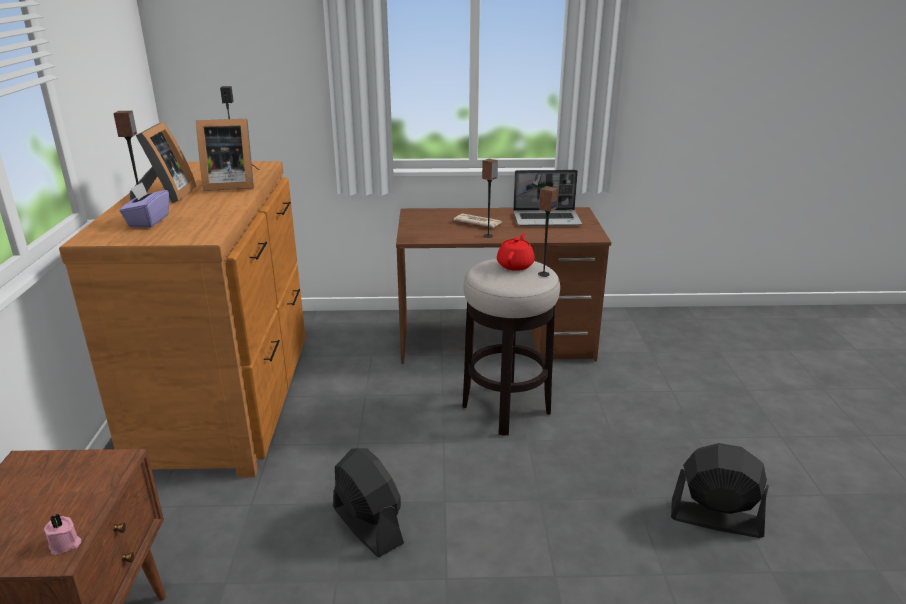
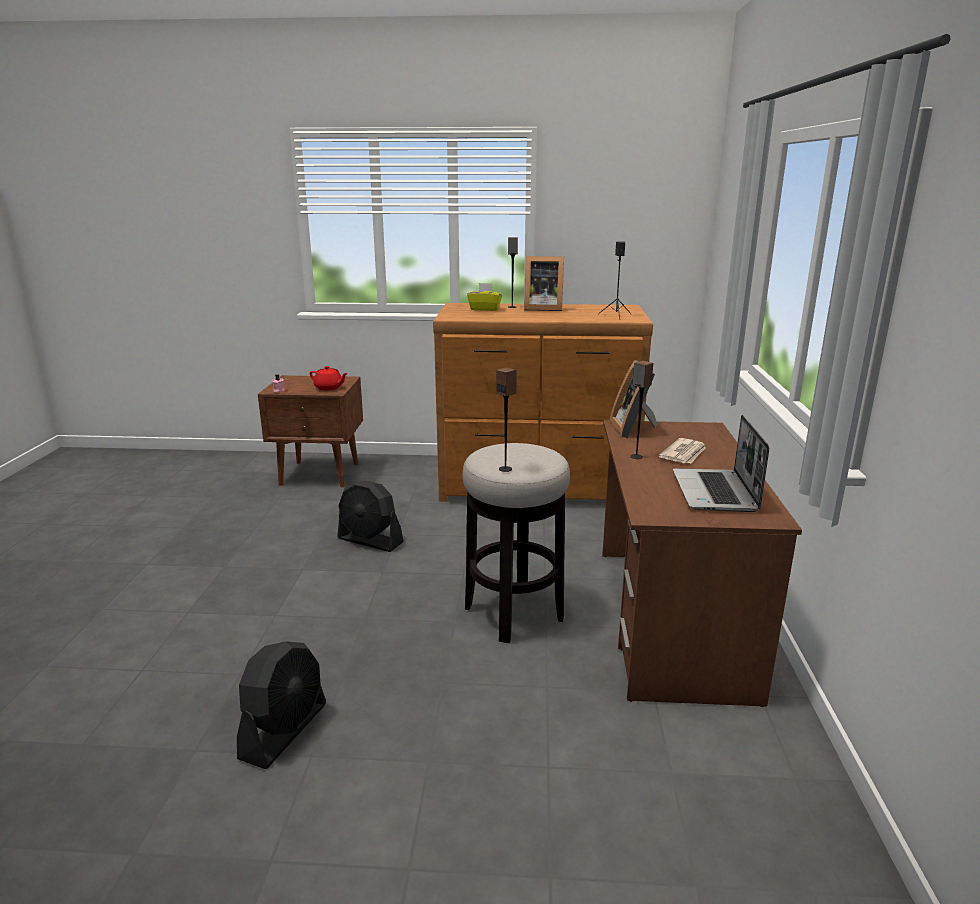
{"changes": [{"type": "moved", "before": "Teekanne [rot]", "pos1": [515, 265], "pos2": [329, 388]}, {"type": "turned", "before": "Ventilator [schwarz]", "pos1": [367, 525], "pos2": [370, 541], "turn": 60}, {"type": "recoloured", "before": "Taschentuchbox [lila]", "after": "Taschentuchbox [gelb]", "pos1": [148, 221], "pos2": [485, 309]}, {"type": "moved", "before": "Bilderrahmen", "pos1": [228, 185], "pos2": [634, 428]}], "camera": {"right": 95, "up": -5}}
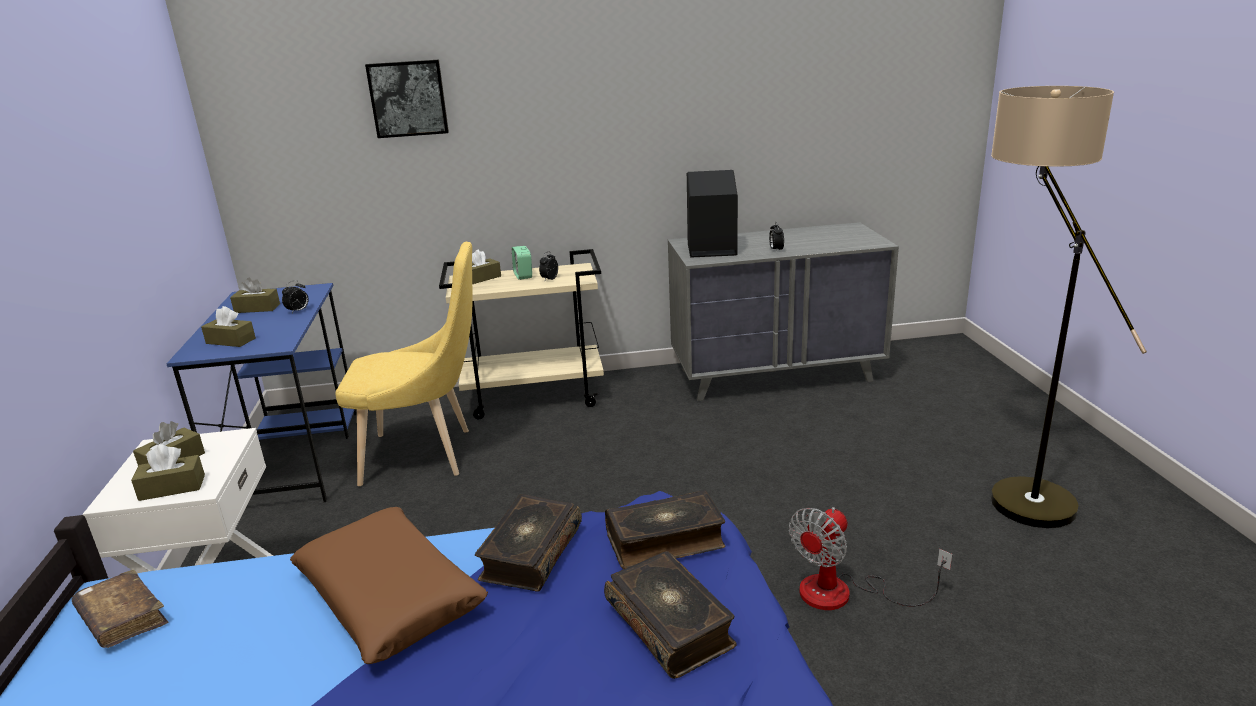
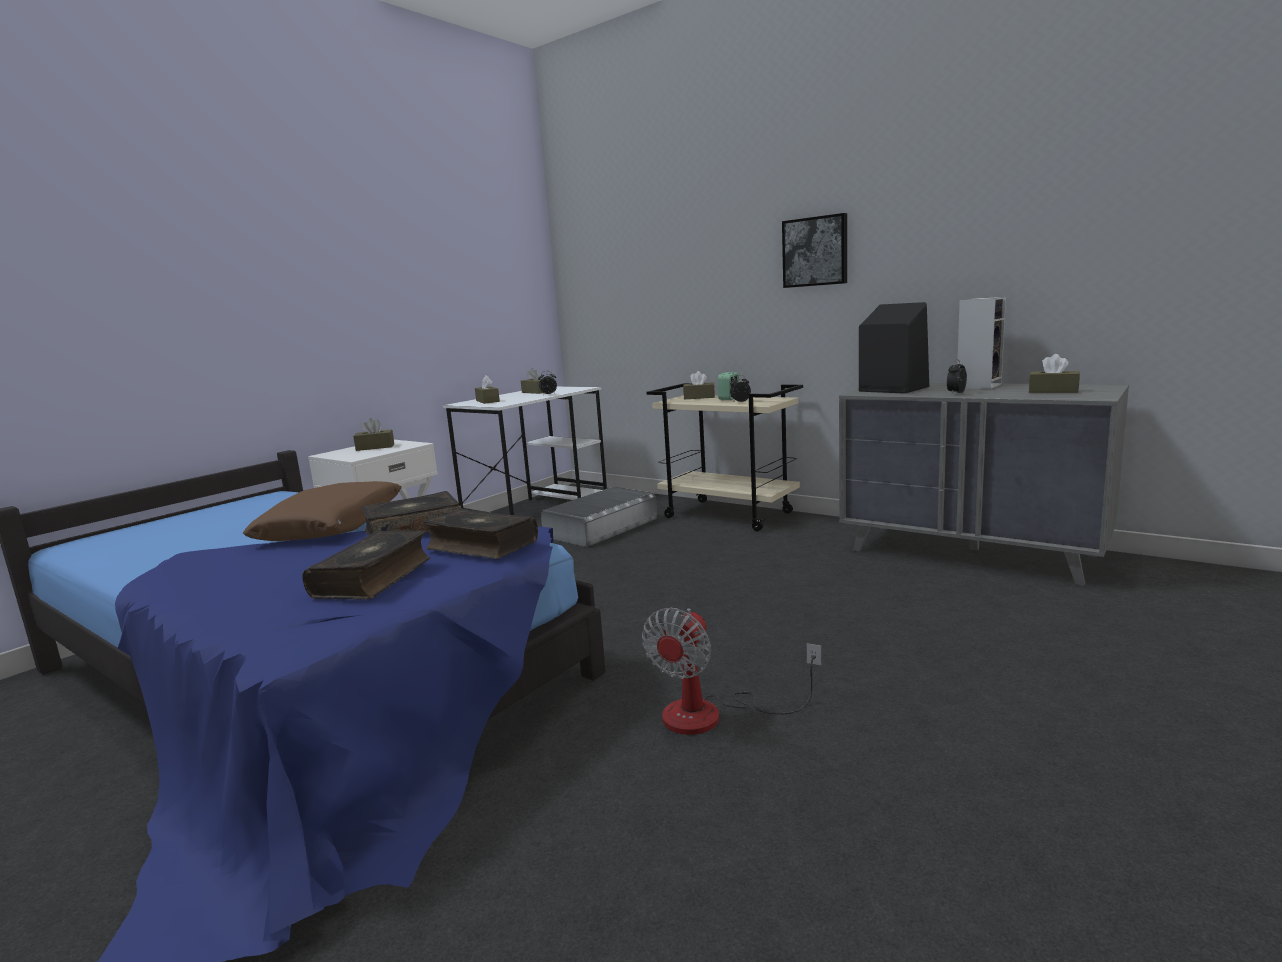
{"changes": [{"type": "recoloured", "before": "Schreibtisch [blau]", "after": "Schreibtisch [weiß]", "pos1": [294, 458], "pos2": [538, 509]}, {"type": "replaced", "before": "Stuhl [gelb]", "after": "Aufbewahrungsbox [grau]", "pos1": [426, 455], "pos2": [601, 527]}, {"type": "turned", "before": "Ventilator", "pos1": [844, 593], "pos2": [712, 714], "turn": -60}, {"type": "moved", "before": "Bild", "pos1": [408, 98], "pos2": [815, 251]}, {"type": "added", "after": "Lautsprecher", "pos2": [978, 386]}, {"type": "moved", "before": "Taschentuchbox [braun]", "pos1": [172, 487], "pos2": [1053, 391]}, {"type": "removed", "before": "Buch [braun]", "pos1": [123, 619]}, {"type": "removed", "before": "Stehlampe", "pos1": [1012, 487]}], "camera": {"right": 45, "up": -10}}
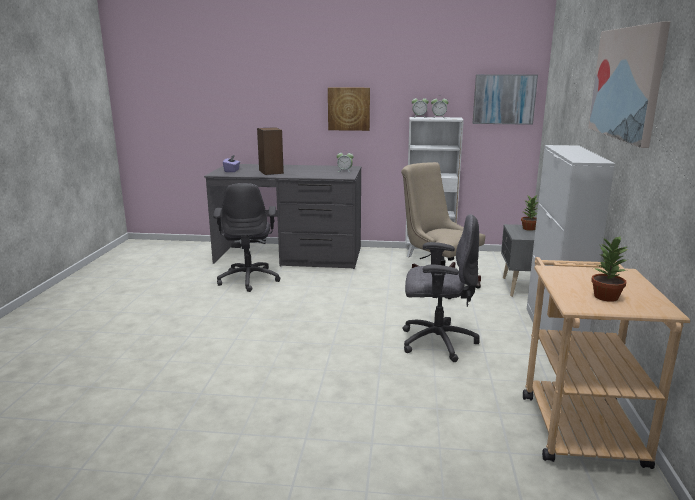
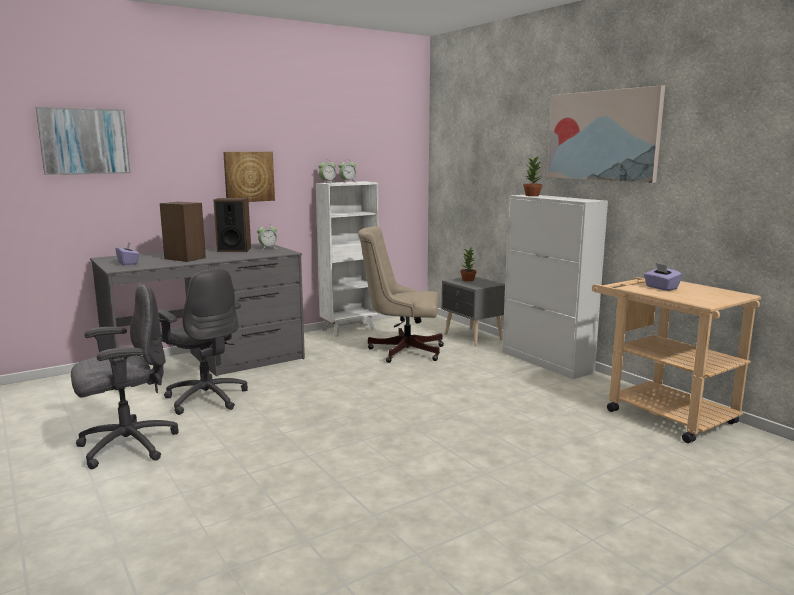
{"changes": [{"type": "moved", "before": "Bild", "pos1": [504, 99], "pos2": [84, 141]}, {"type": "moved", "before": "Bürostuhl [grau]", "pos1": [436, 342], "pos2": [126, 446]}, {"type": "added", "after": "Lautsprecher", "pos2": [234, 250]}, {"type": "moved", "before": "Topfpflanze", "pos1": [605, 297], "pos2": [532, 195]}, {"type": "added", "after": "Taschentuchbox [lila]", "pos2": [661, 288]}], "camera": {"right": -40, "up": -5}}
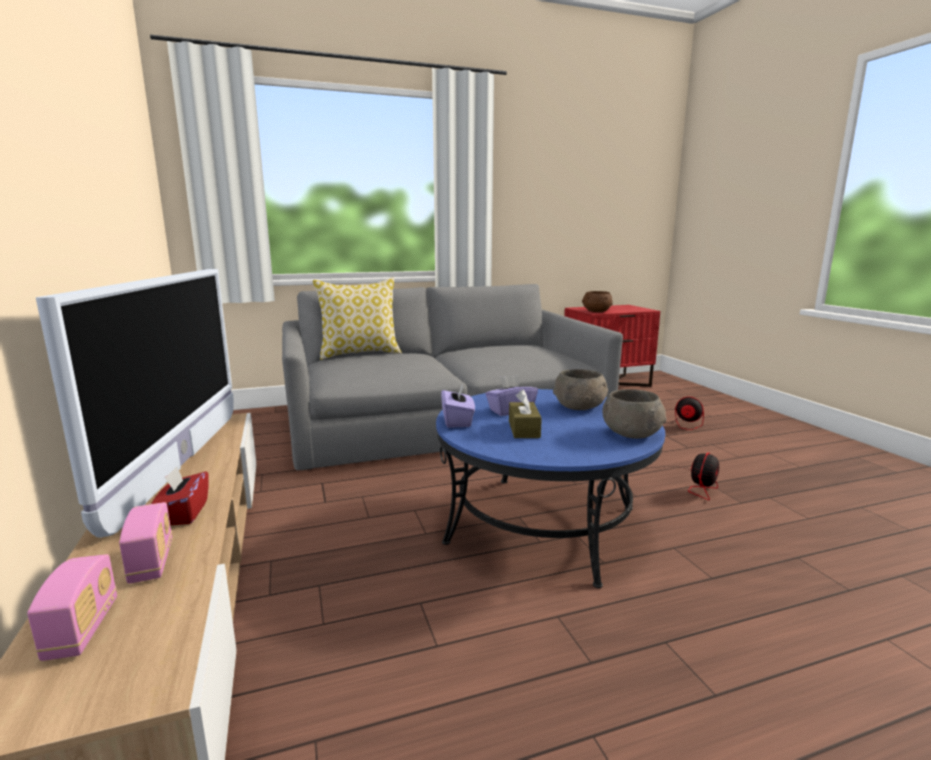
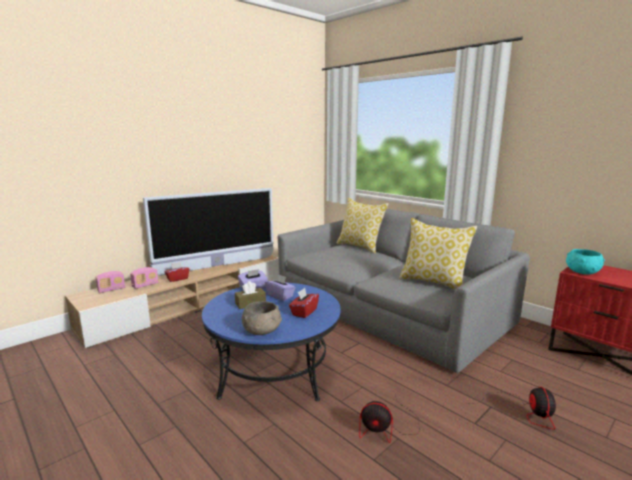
{"changes": [{"type": "replaced", "before": "Schüssel [grau]", "after": "Taschentuchbox [rot]", "pos1": [580, 407], "pos2": [304, 312]}, {"type": "added", "after": "Kissen", "pos2": [433, 282]}, {"type": "recoloured", "before": "Schüssel [braun]", "after": "Schüssel [türkis]", "pos1": [596, 311], "pos2": [582, 272]}], "camera": {"right": 65, "up": 0}}
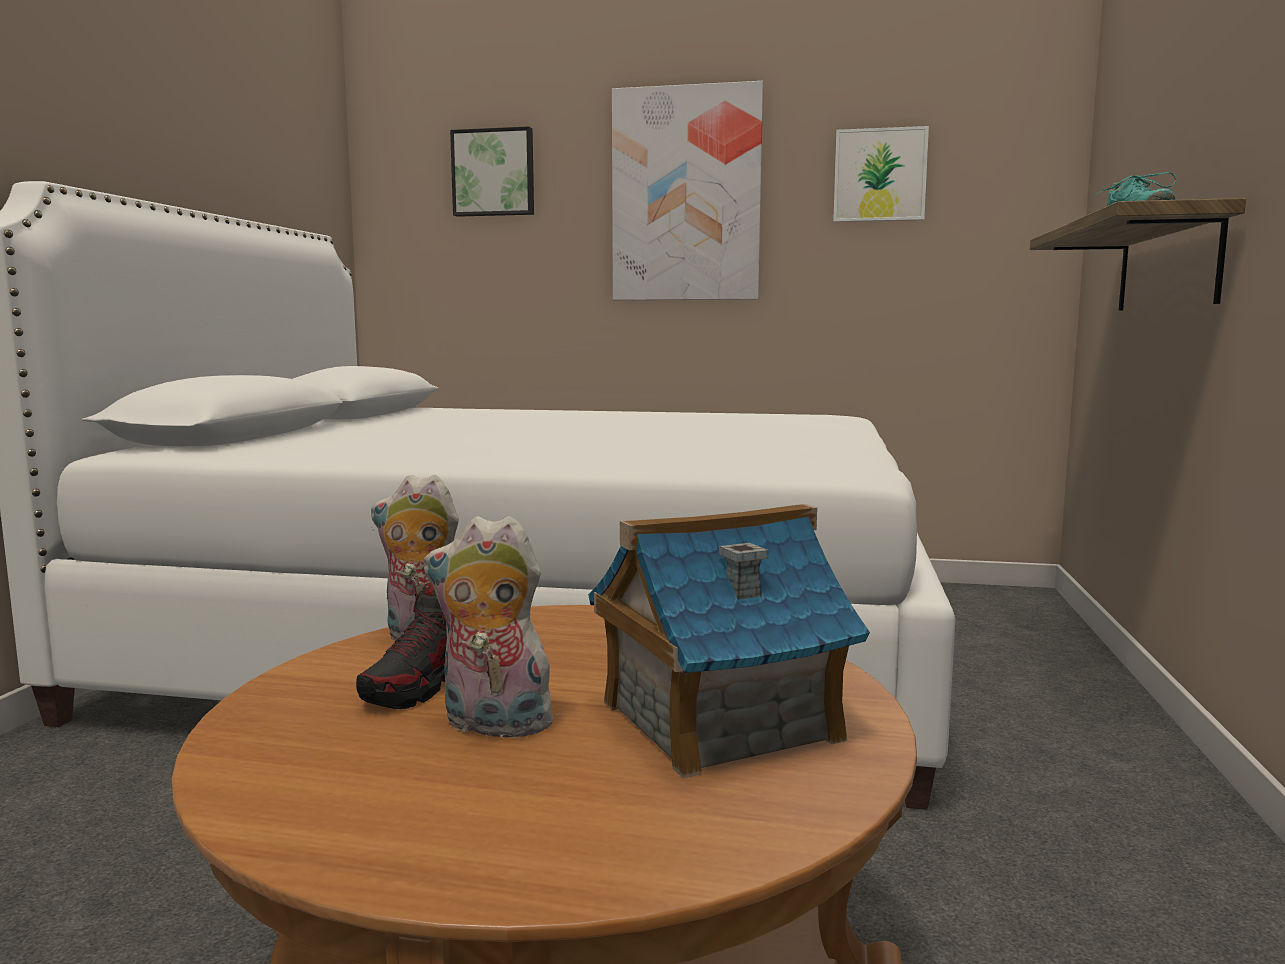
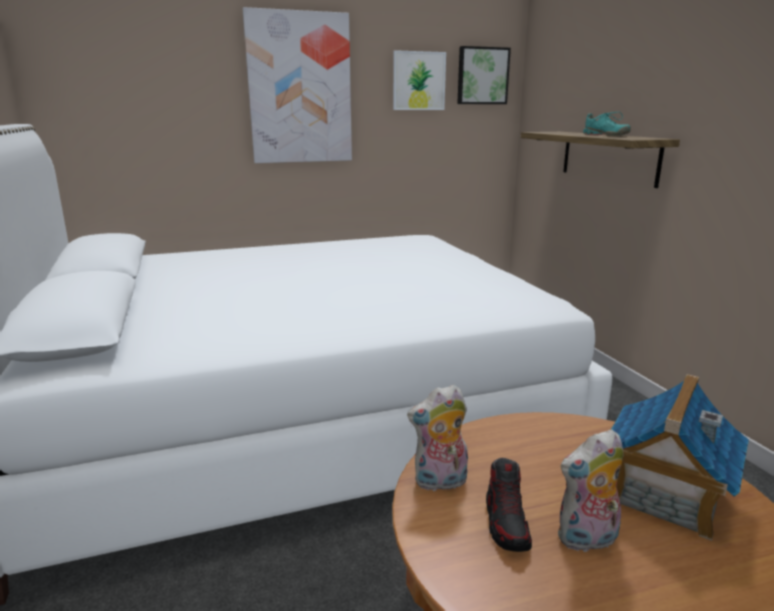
{"changes": [{"type": "moved", "before": "Bild", "pos1": [494, 173], "pos2": [482, 76]}], "camera": {"right": -30, "up": 10}}
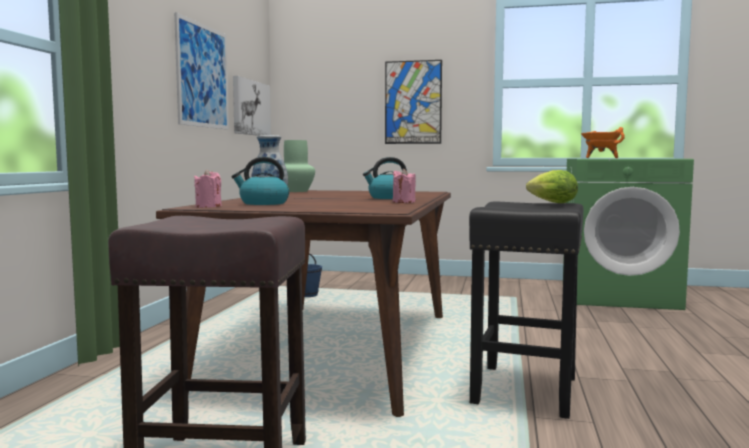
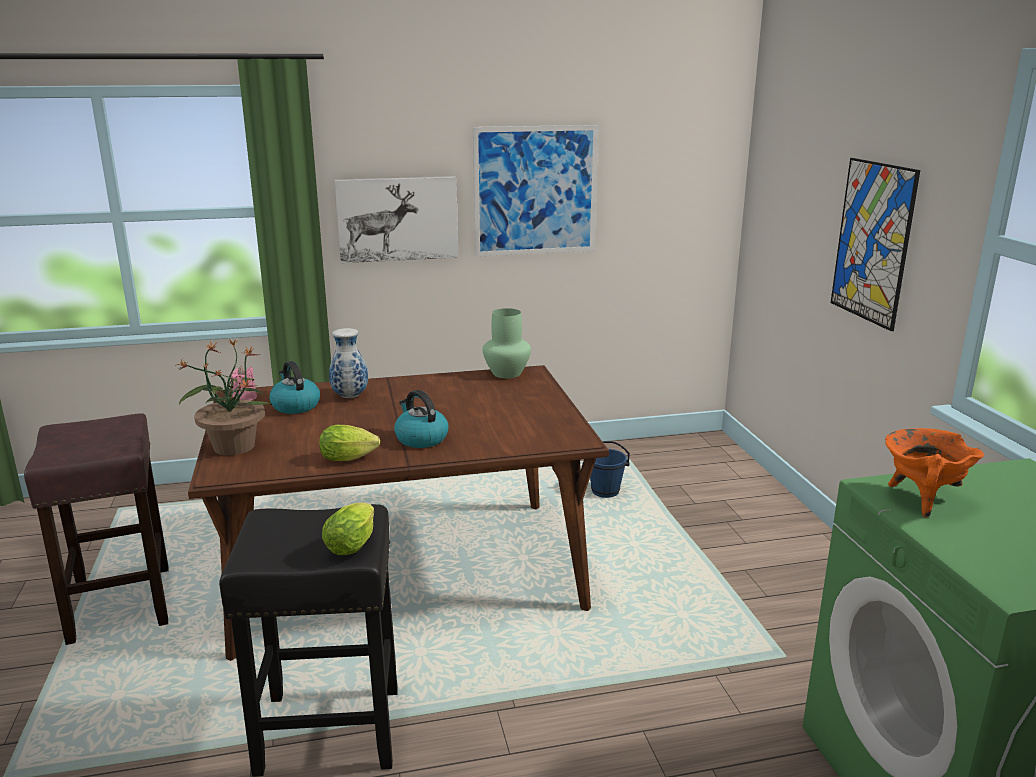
{"changes": [{"type": "added", "after": "Topfpflanze", "pos2": [233, 446]}, {"type": "replaced", "before": "Kerze [rosa]", "after": "Salatkopf", "pos1": [404, 202], "pos2": [351, 458]}, {"type": "moved", "before": "Bild", "pos1": [250, 108], "pos2": [397, 218]}], "camera": {"right": 65, "up": 15}}
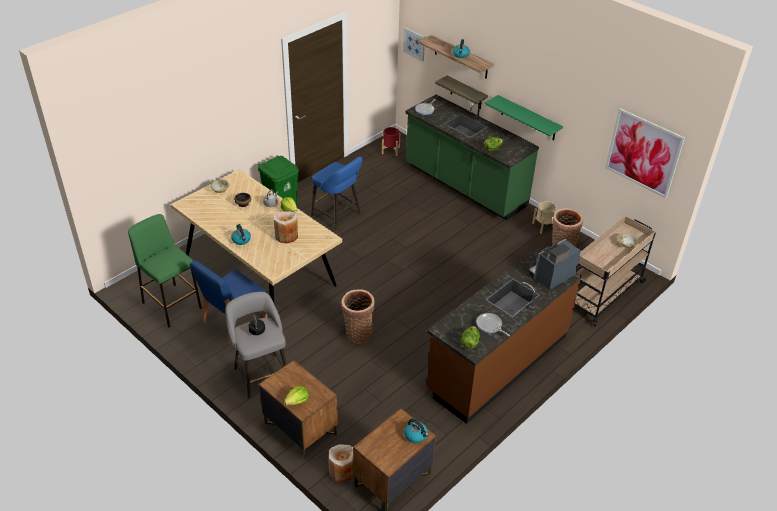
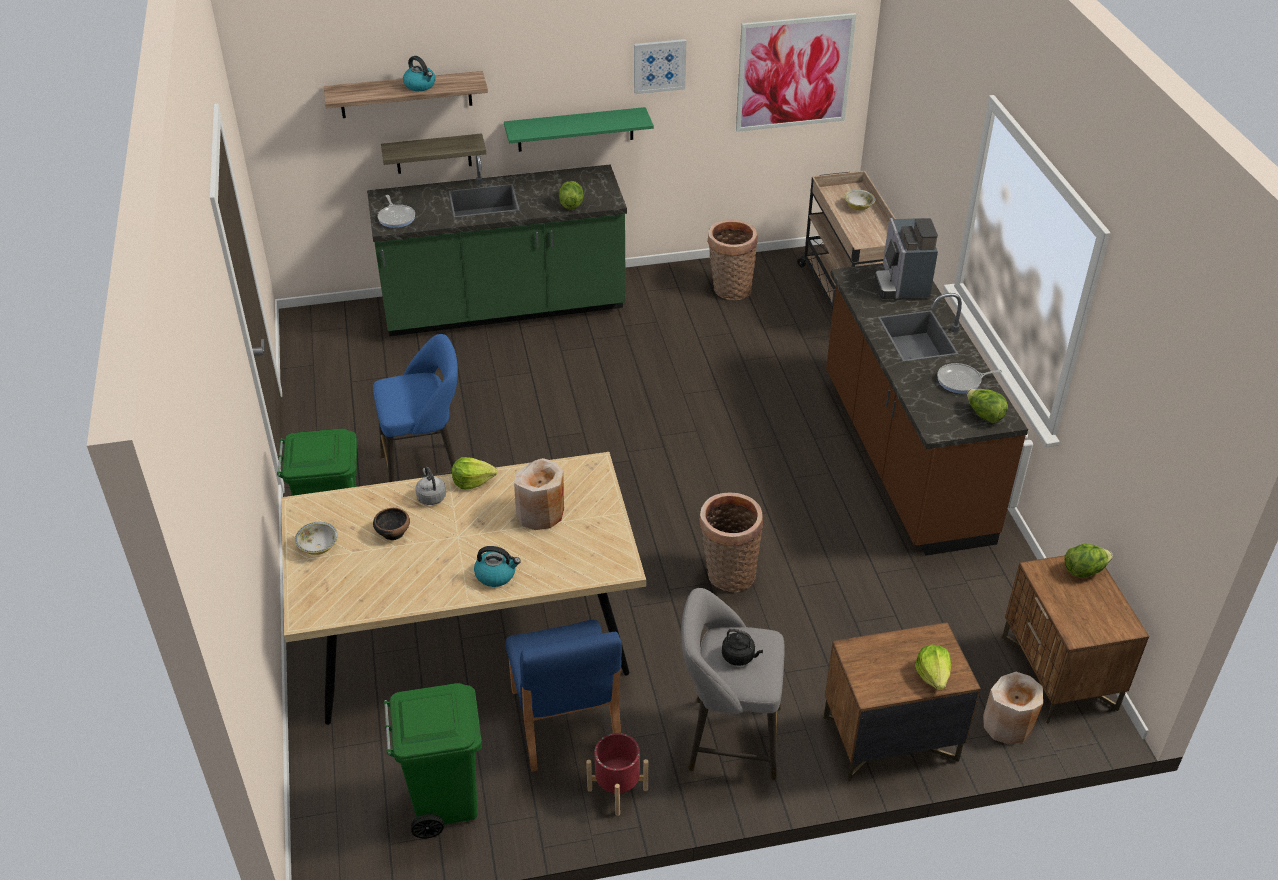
{"changes": [{"type": "replaced", "before": "Hocker [grün]", "after": "Mülleimer [grün]", "pos1": [171, 305], "pos2": [444, 800]}, {"type": "moved", "before": "Pflanzkübel [rot]", "pos1": [390, 150], "pos2": [618, 789]}, {"type": "moved", "before": "Bild", "pos1": [414, 44], "pos2": [659, 66]}, {"type": "replaced", "before": "Wasserkessel", "after": "Salatkopf", "pos1": [416, 435], "pos2": [1084, 570]}, {"type": "removed", "before": "Pflanzkübel [beige]", "pos1": [543, 226]}], "camera": {"right": -55, "up": 0}}
